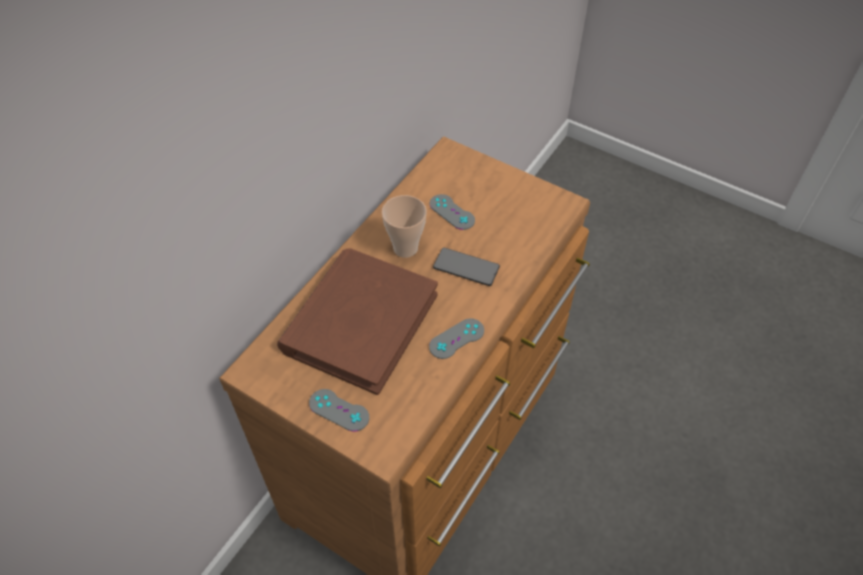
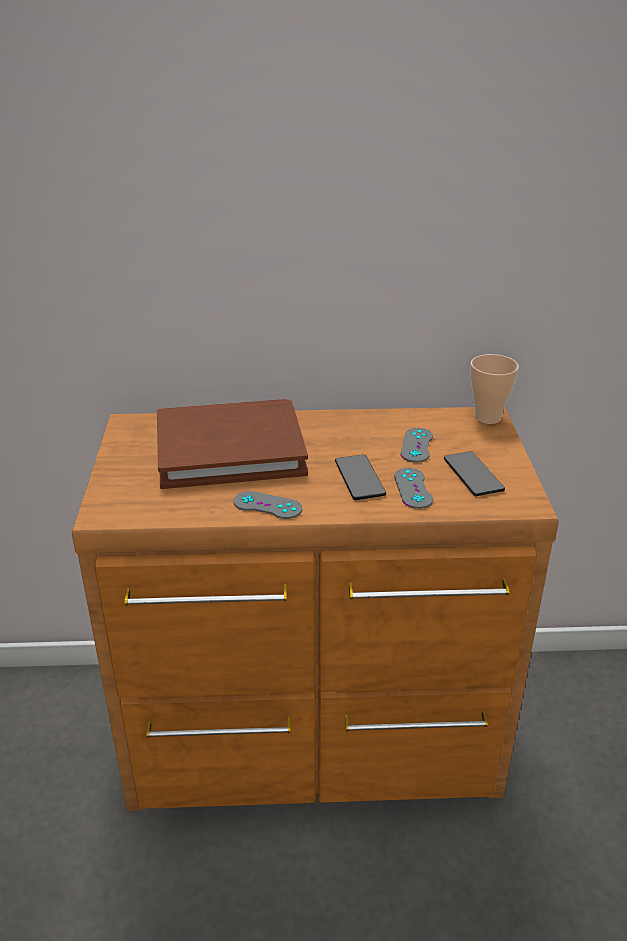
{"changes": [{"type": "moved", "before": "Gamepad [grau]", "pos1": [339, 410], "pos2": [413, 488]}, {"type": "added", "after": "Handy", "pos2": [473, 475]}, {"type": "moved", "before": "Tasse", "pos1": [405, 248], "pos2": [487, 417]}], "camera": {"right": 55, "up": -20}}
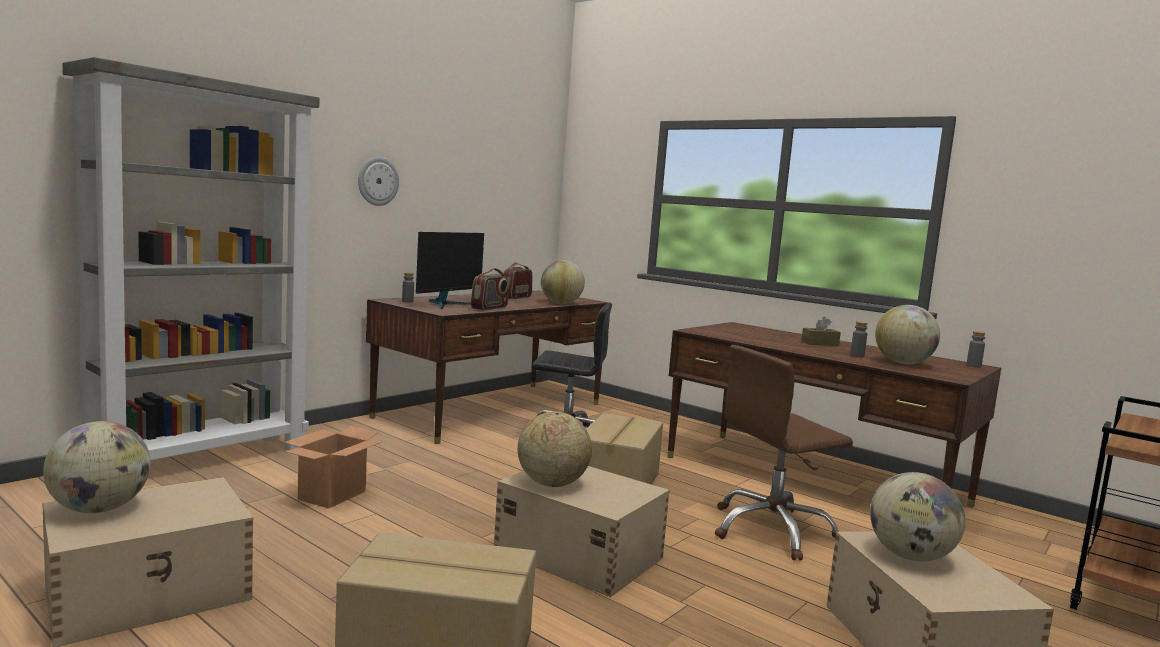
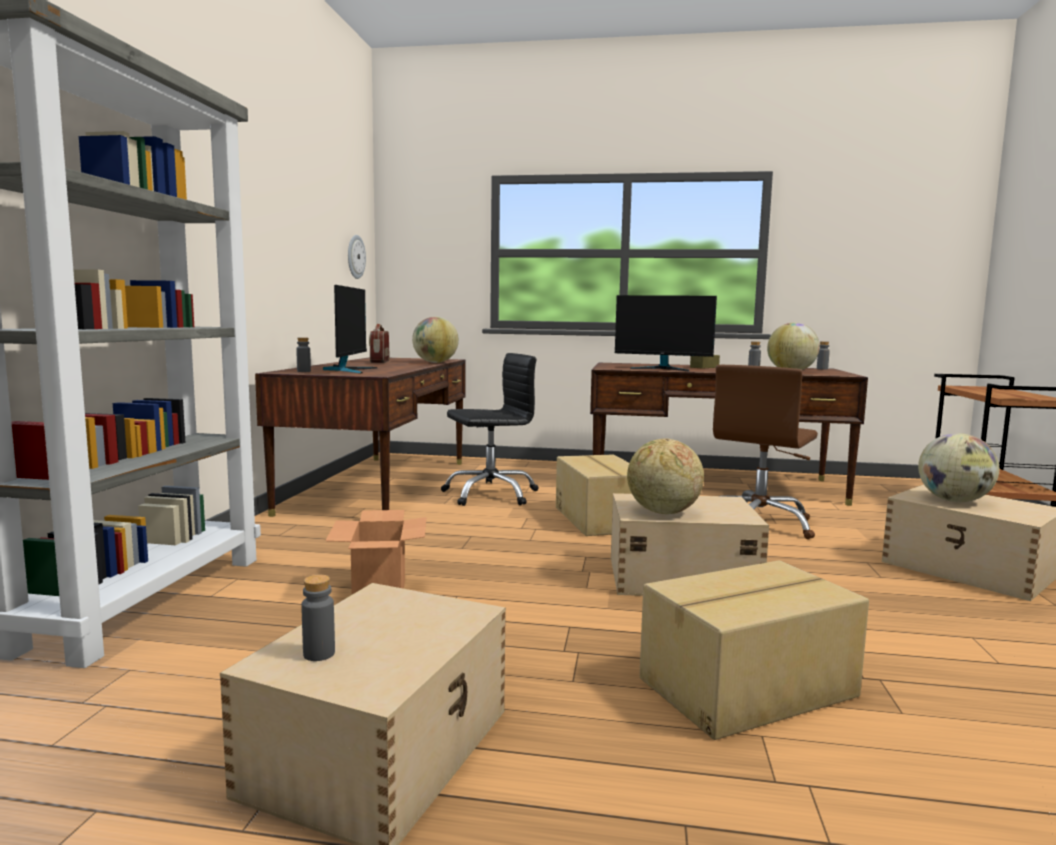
{"changes": [{"type": "replaced", "before": "Globus", "after": "Flasche [grau]", "pos1": [99, 509], "pos2": [319, 654]}, {"type": "moved", "before": "Wanduhr", "pos1": [377, 181], "pos2": [355, 257]}, {"type": "added", "after": "Monitor", "pos2": [662, 369]}, {"type": "removed", "before": "Radio", "pos1": [489, 308]}], "camera": {"right": -30, "up": 0}}
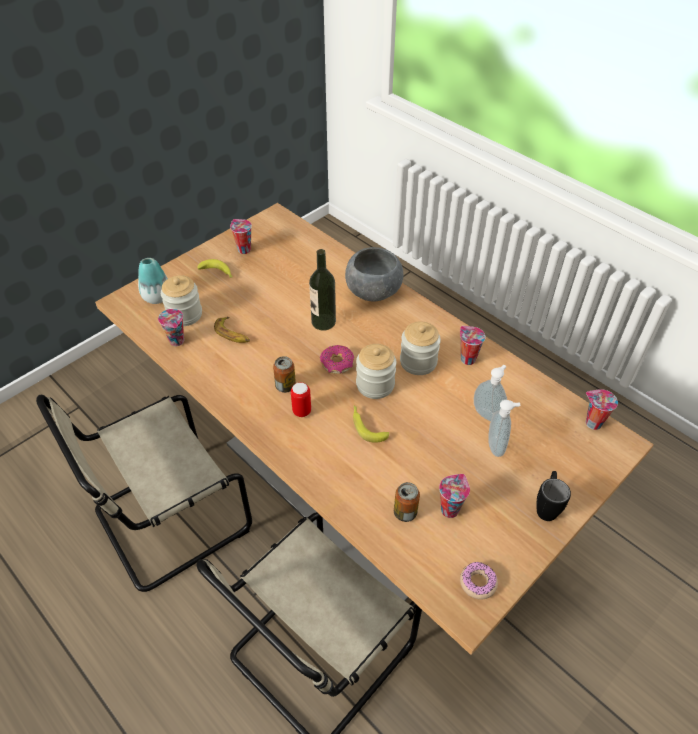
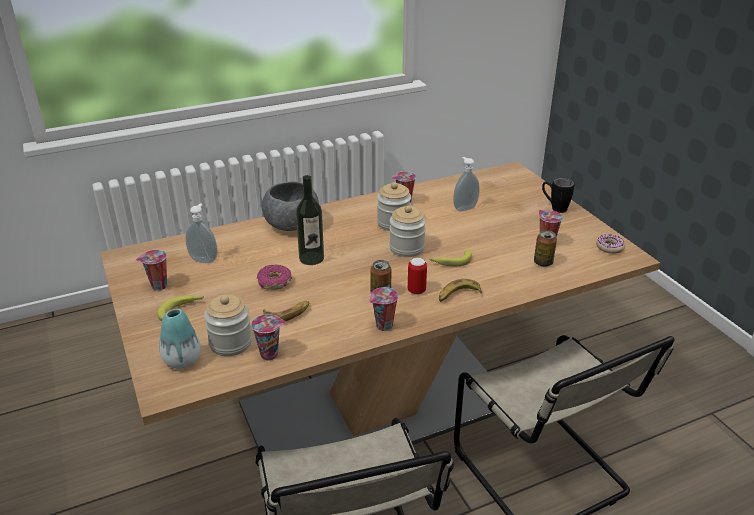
{"changes": [{"type": "moved", "before": "Seifenspender", "pos1": [497, 446], "pos2": [204, 259]}, {"type": "moved", "before": "Donut", "pos1": [337, 364], "pos2": [275, 282]}, {"type": "moved", "before": "Tasse", "pos1": [592, 423], "pos2": [383, 326]}, {"type": "added", "after": "Banane", "pos2": [458, 295]}], "camera": {"right": -70, "up": -15}}
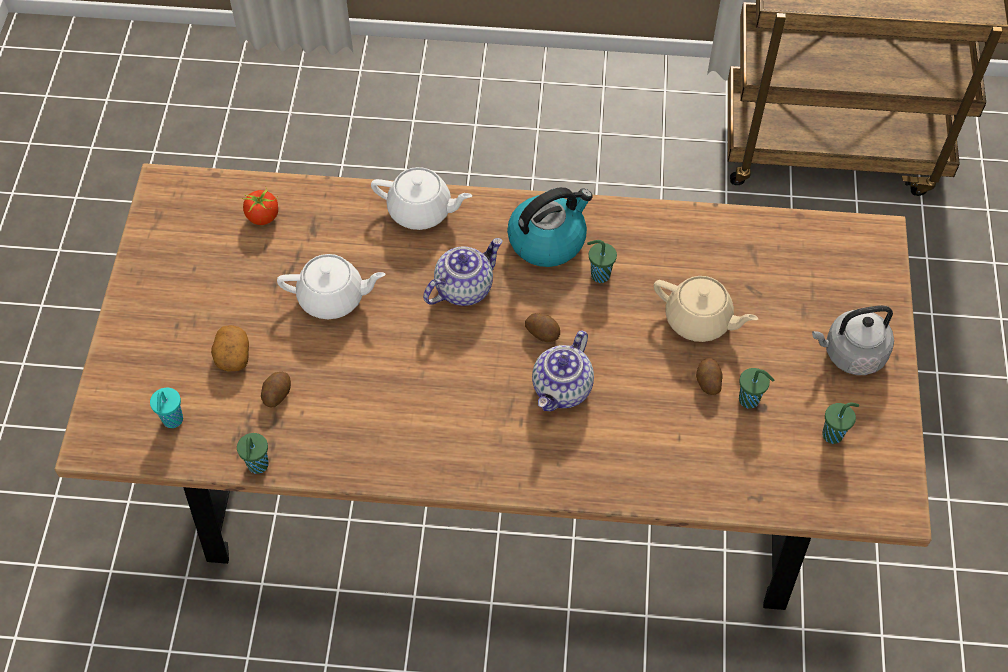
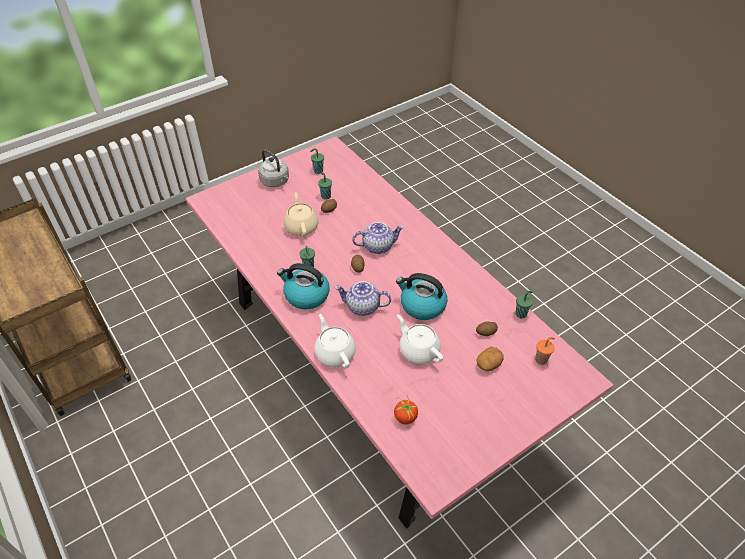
{"changes": [{"type": "recoloured", "before": "Esstisch [braun]", "after": "Esstisch [rosa]", "pos1": [504, 462], "pos2": [372, 367]}, {"type": "added", "after": "Wasserkessel", "pos2": [422, 305]}, {"type": "recoloured", "before": "Tasse [türkis]", "after": "Tasse [orange]", "pos1": [172, 421], "pos2": [541, 359]}], "camera": {"right": -130, "up": -10}}
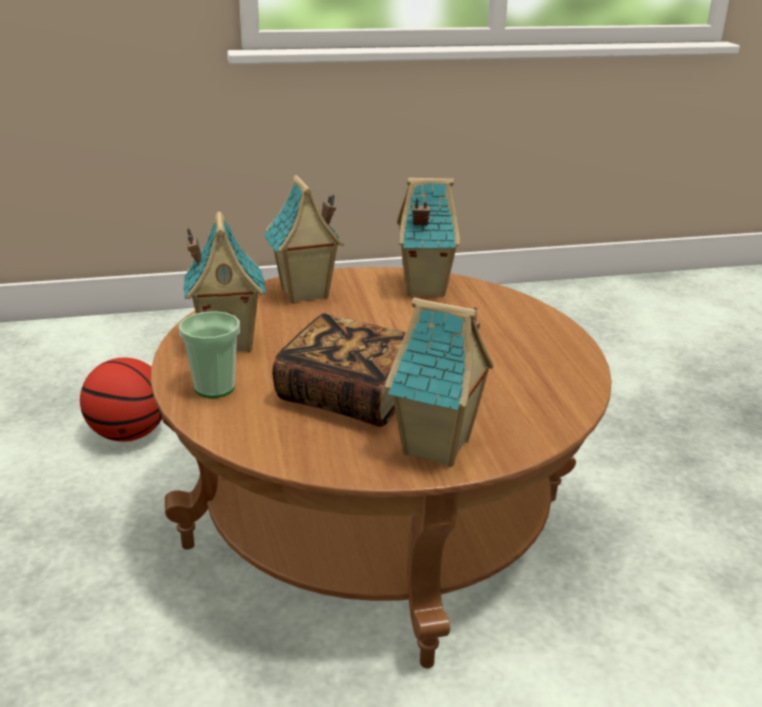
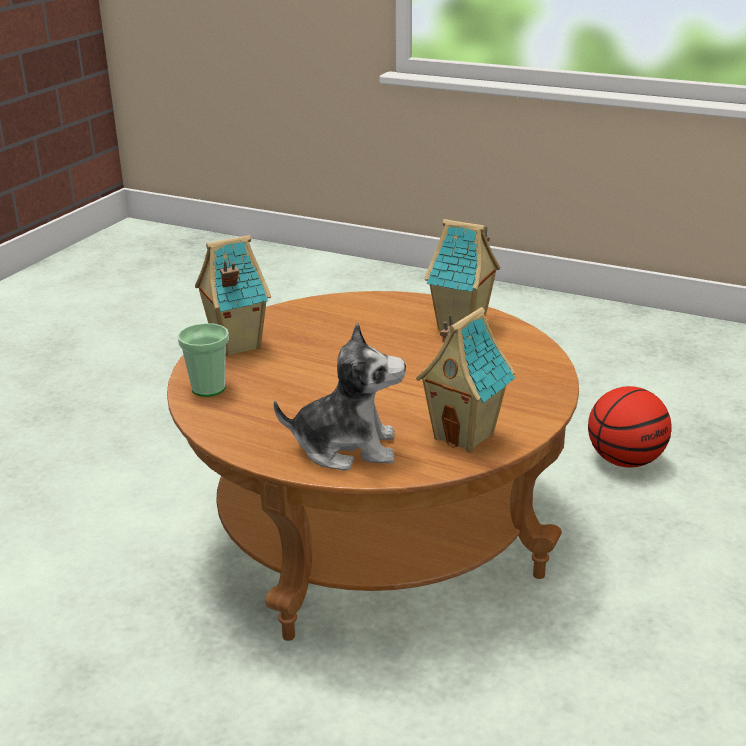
{"changes": [{"type": "moved", "before": "Tasse", "pos1": [215, 388], "pos2": [208, 388]}, {"type": "added", "after": "Plüschtier", "pos2": [346, 448]}, {"type": "removed", "before": "Spielzeughaus", "pos1": [304, 294]}, {"type": "removed", "before": "Buch", "pos1": [350, 396]}], "camera": {"right": 130, "up": 0}}
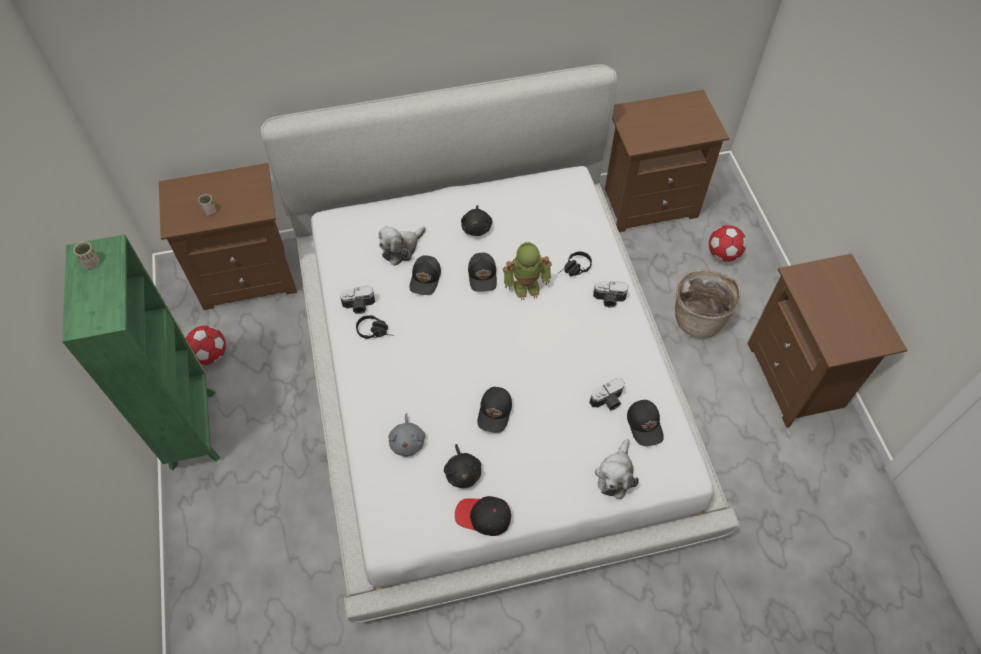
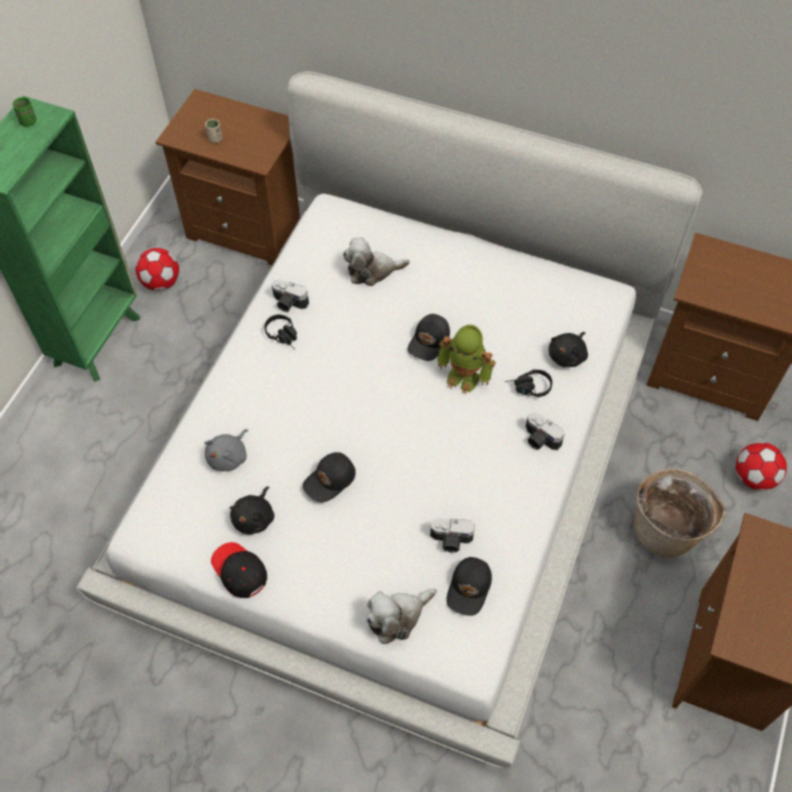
{"changes": [{"type": "recoloured", "before": "Tasse [beige]", "after": "Tasse [grün]", "pos1": [91, 262], "pos2": [28, 122]}, {"type": "moved", "before": "Plüschtier [schwarz]", "pos1": [476, 227], "pos2": [568, 355]}, {"type": "removed", "before": "Kappe [schwarz]", "pos1": [426, 279]}], "camera": {"right": 35, "up": 0}}
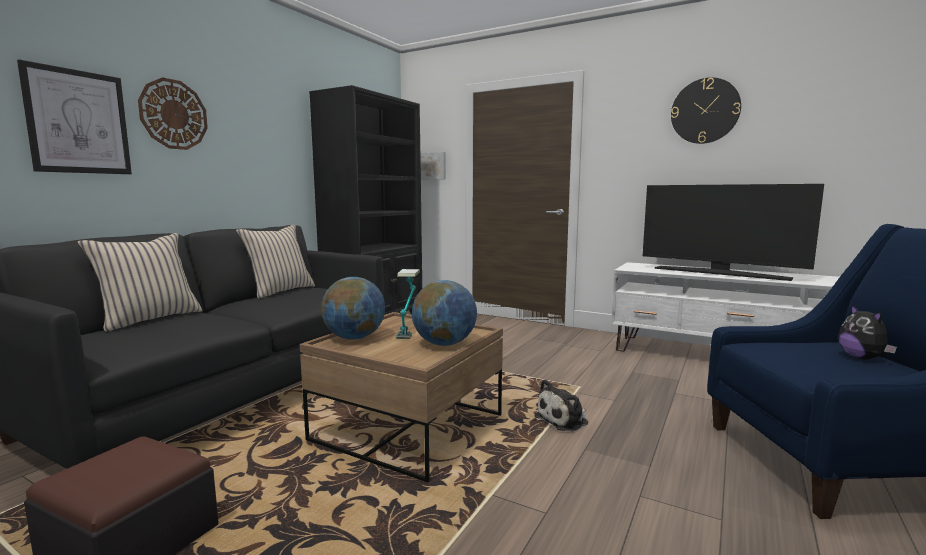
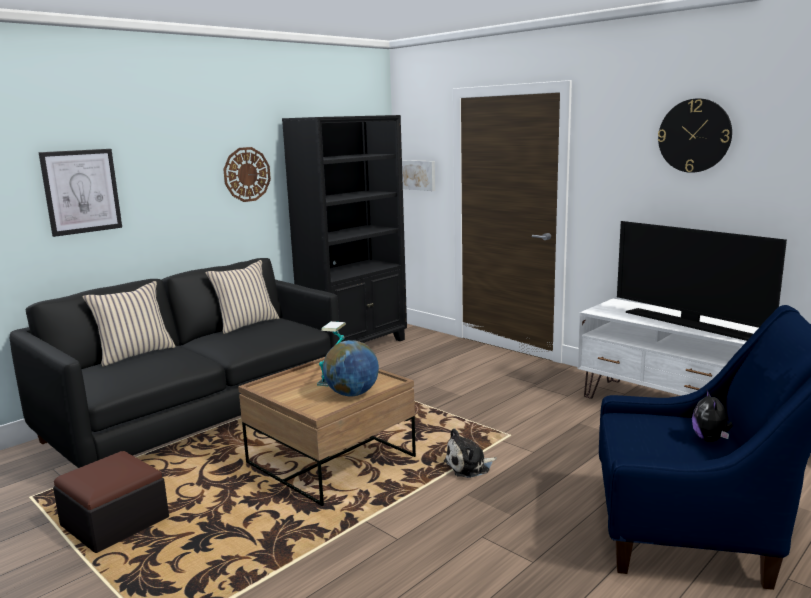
{"changes": [{"type": "moved", "before": "Wanduhr", "pos1": [173, 114], "pos2": [247, 174]}, {"type": "removed", "before": "Globus", "pos1": [354, 338]}], "camera": {"right": 15, "up": 5}}
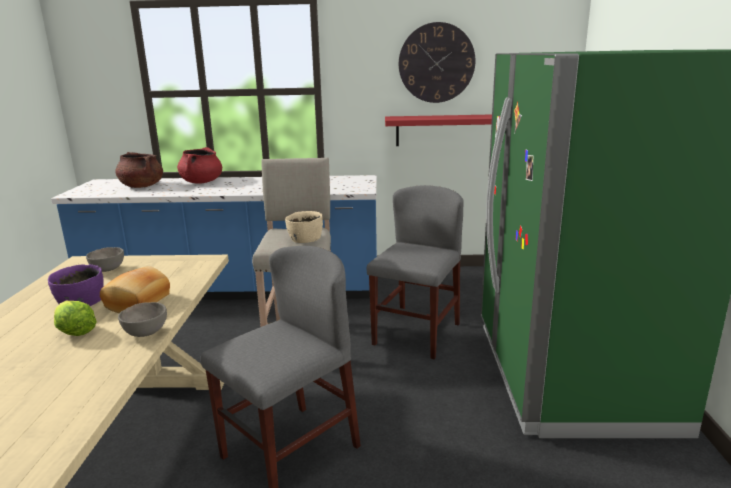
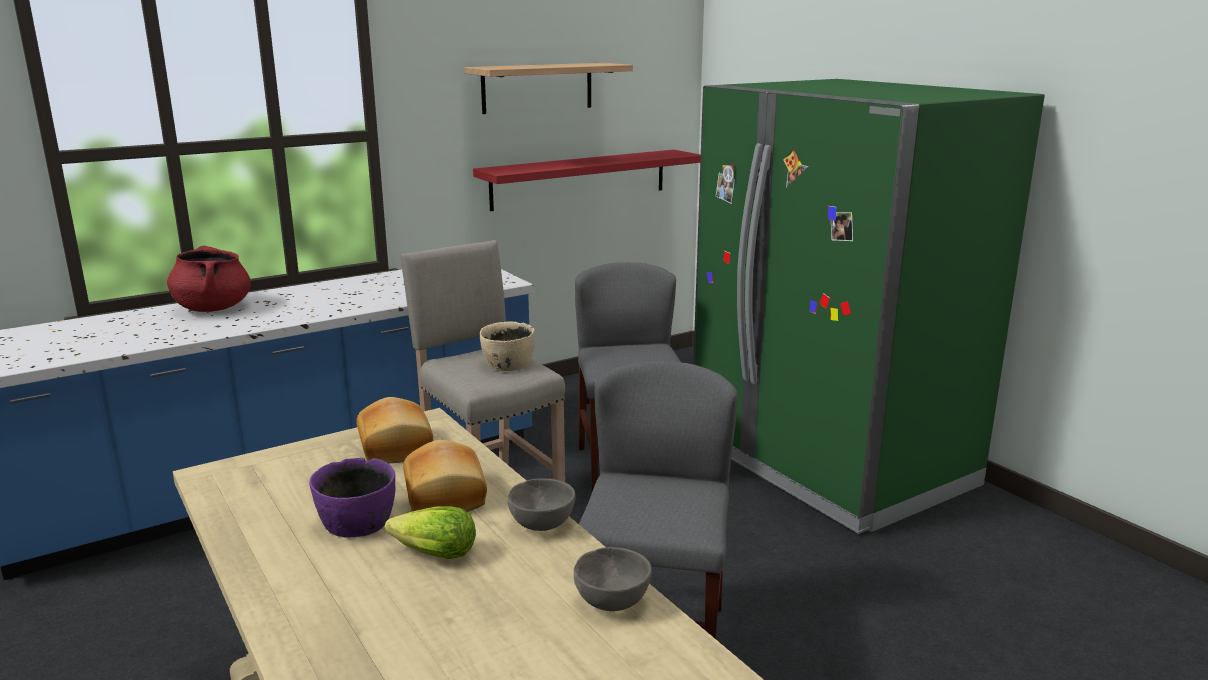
{"changes": [{"type": "added", "after": "Brot", "pos2": [397, 446]}, {"type": "replaced", "before": "Wanduhr", "after": "Wandregal", "pos1": [436, 63], "pos2": [537, 87]}, {"type": "moved", "before": "Schüssel [grau]", "pos1": [108, 269], "pos2": [611, 601]}, {"type": "removed", "before": "Kochtopf [braun]", "pos1": [141, 186]}], "camera": {"right": -35, "up": 0}}
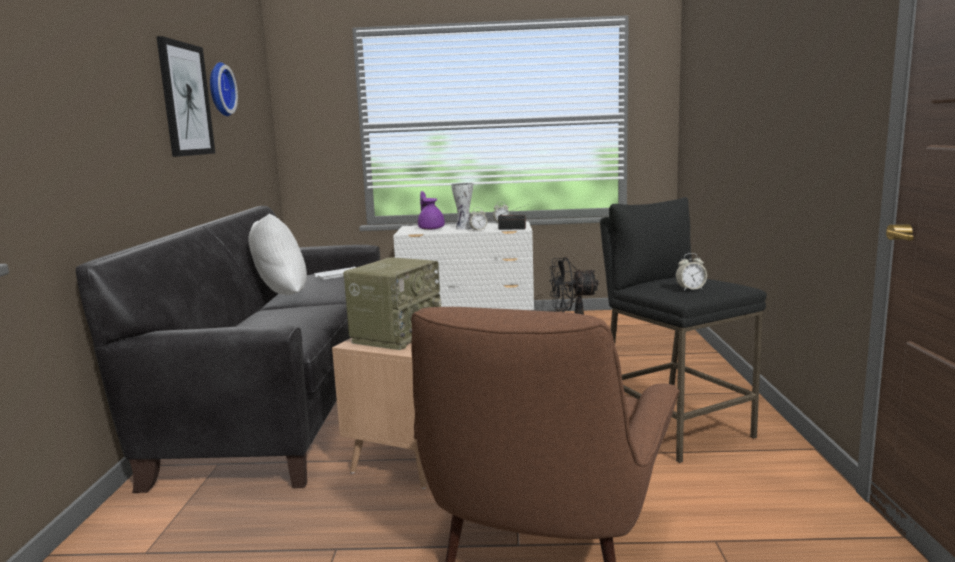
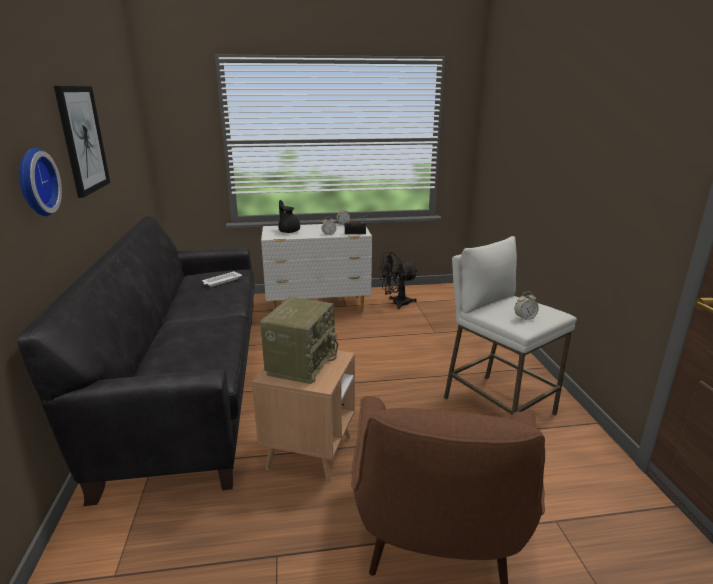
{"changes": [{"type": "moved", "before": "Wanduhr", "pos1": [219, 89], "pos2": [34, 182]}, {"type": "recoloured", "before": "Teekanne [lila]", "after": "Teekanne [schwarz]", "pos1": [431, 228], "pos2": [289, 231]}, {"type": "recoloured", "before": "Hocker [schwarz]", "after": "Hocker [weiß]", "pos1": [674, 427], "pos2": [497, 406]}, {"type": "removed", "before": "Kissen [weiß]", "pos1": [280, 297]}, {"type": "removed", "before": "Vase", "pos1": [464, 228]}], "camera": {"right": -10, "up": 10}}
